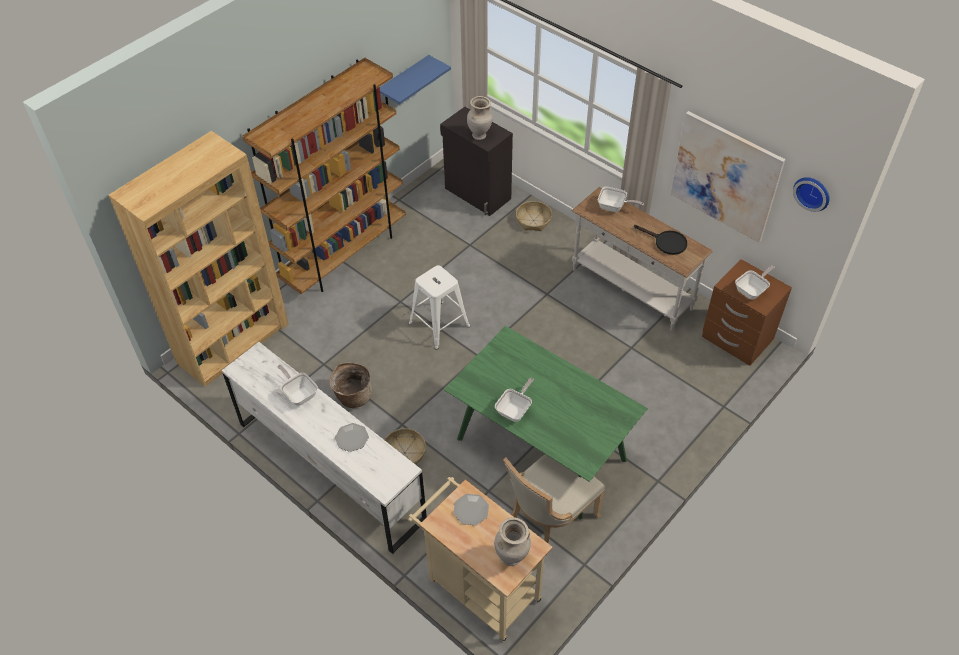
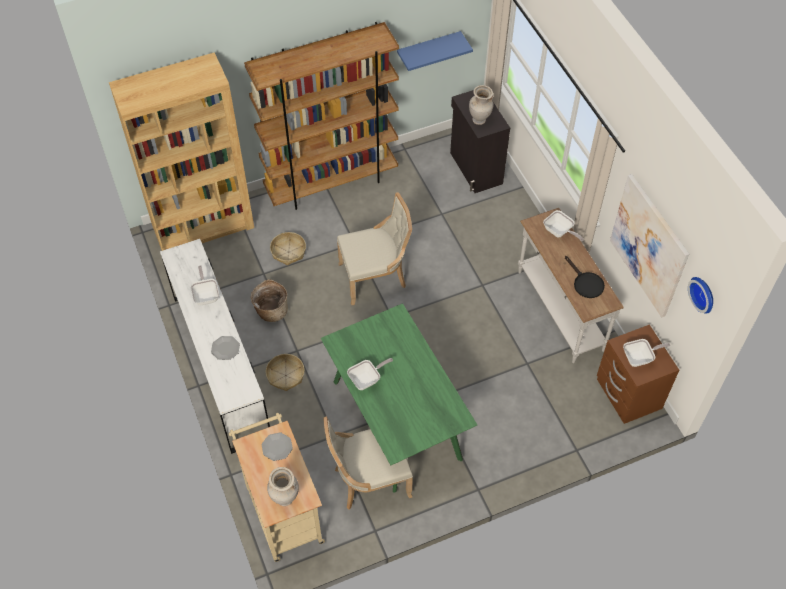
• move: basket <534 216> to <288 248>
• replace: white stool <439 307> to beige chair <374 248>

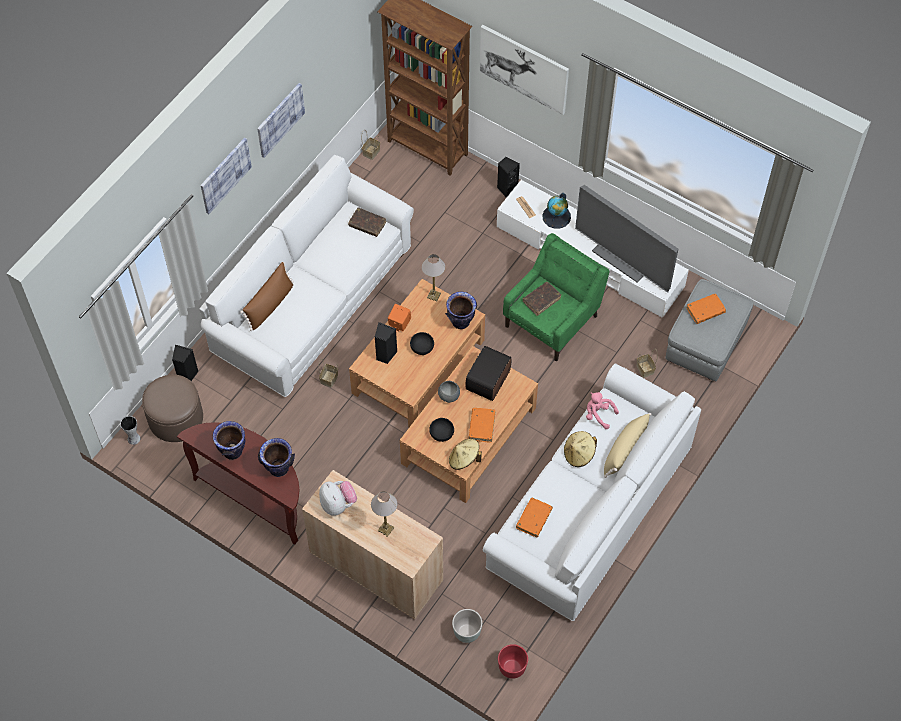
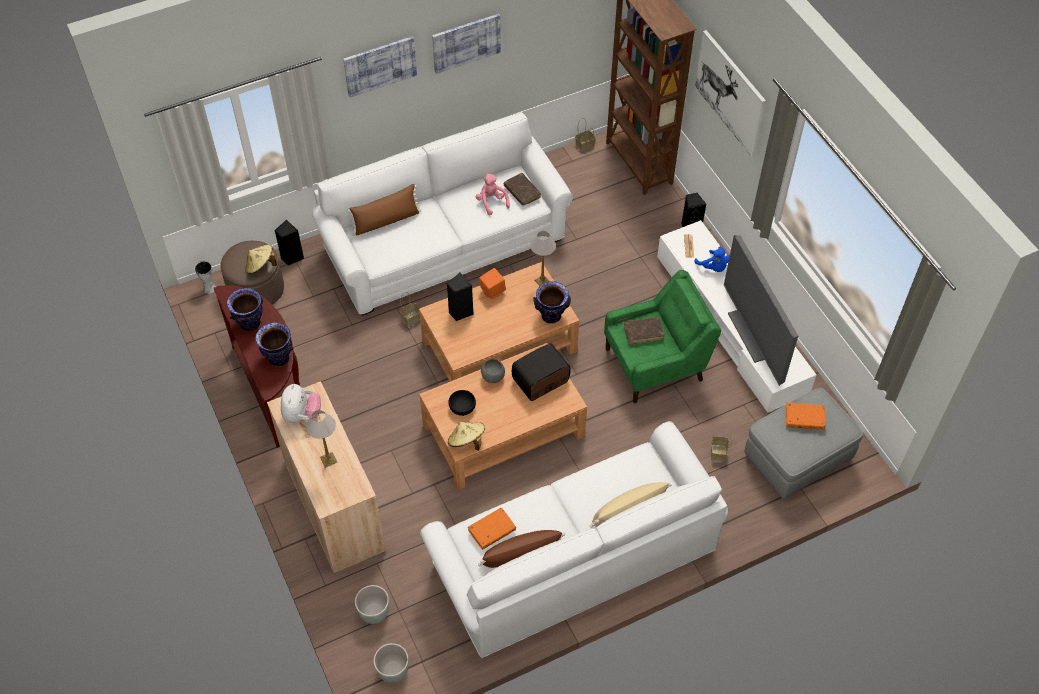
• replace: globe <556 211> to blue plush toy <712 259>
• delete: black bowl <422 343>
• move: pink plush toy <602 410> to <493 194>
• delete: orange book <482 425>
• move: beige hat <580 449> to <261 259>
• recolor: red planter <513 661> to grey planter <391 663>
• insert: brown pillow <521 549>

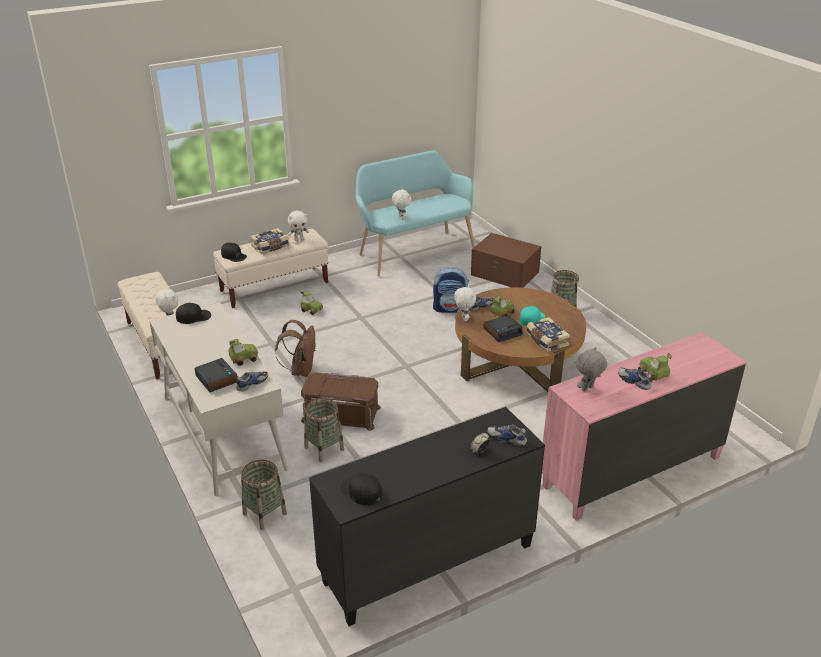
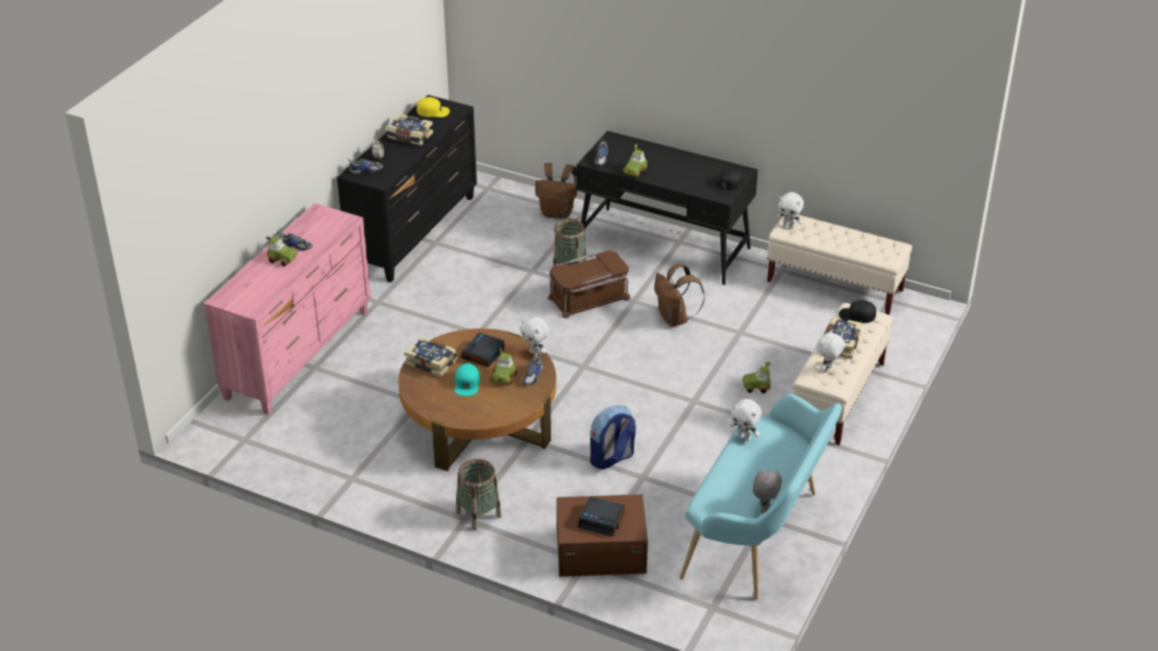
• recolor: white desk <218 399> to black desk <667 208>
• move: grey plush toy <591 369> to <767 491>
• move: alarm clock <216 375> to <601 516>
• replace: basket <264 495> to brown backpack <556 191>
• recolor: black cap <361 489> to yellow cap <433 107>
• insert: book <409 129>

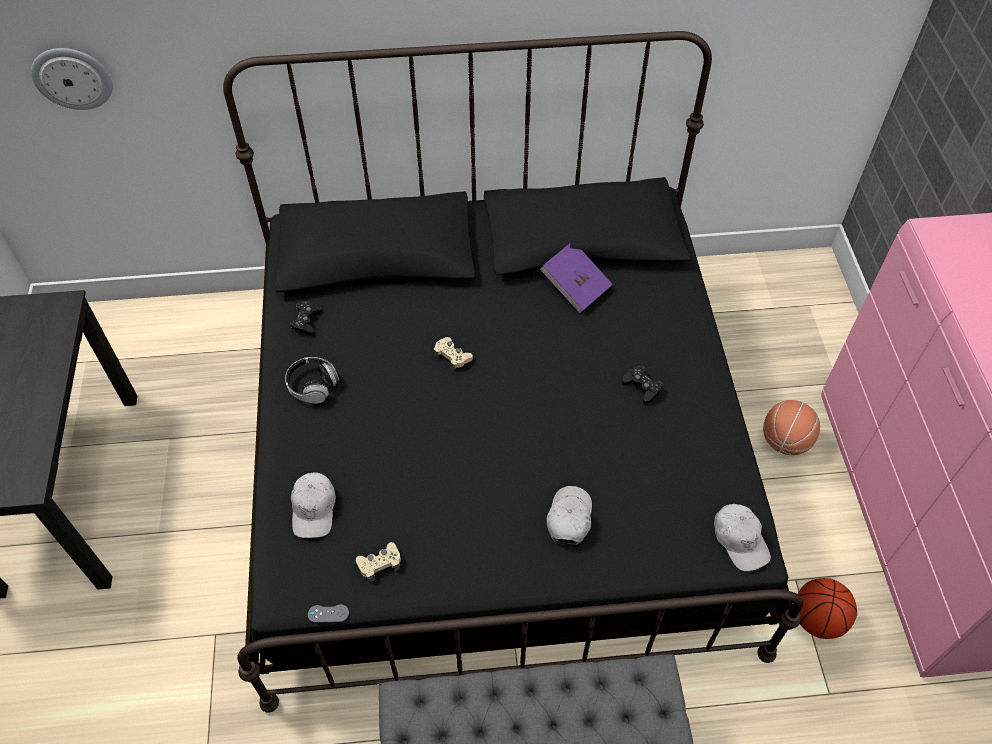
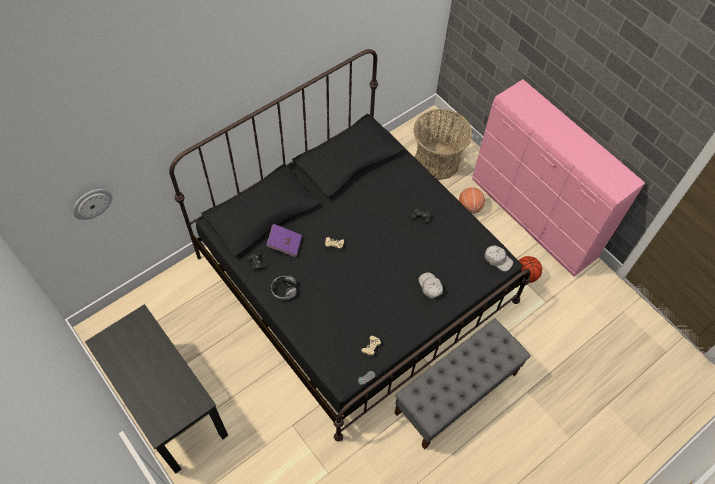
• move: purple book <576 278> to <284 240>
• delete: white cap <313 505>
• insert: basket <443 144>

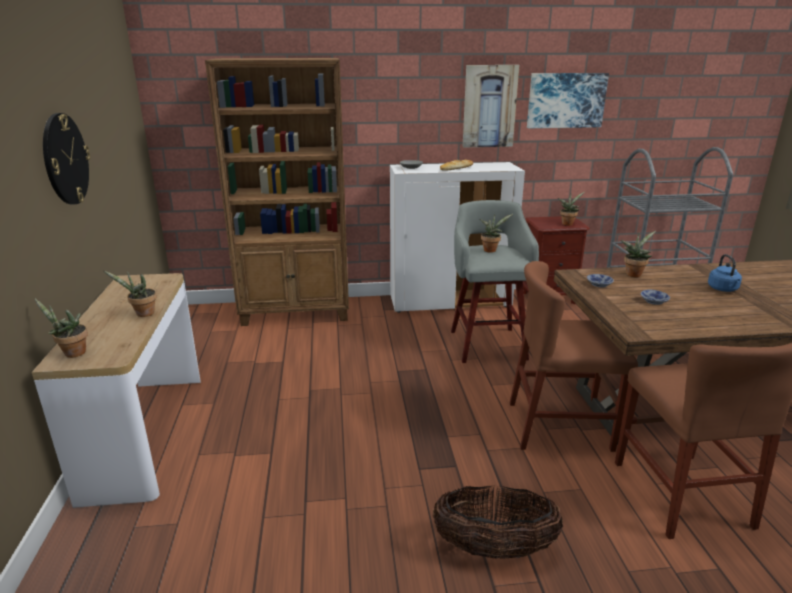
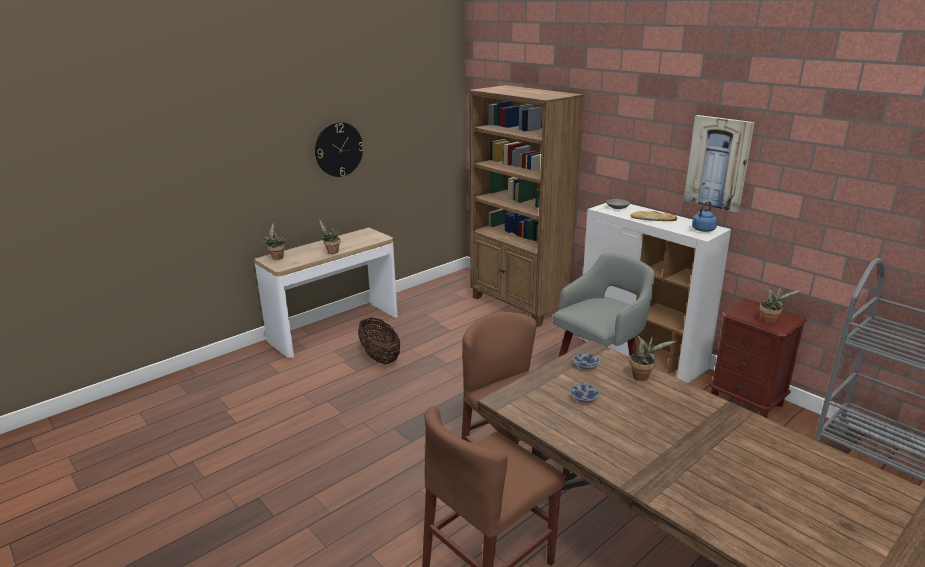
• delete: picture <568 100>
• delete: potted plant <496 233>
• move: blue kettle <725 273> to <704 216>
• move: basket <498 522> to <379 341>

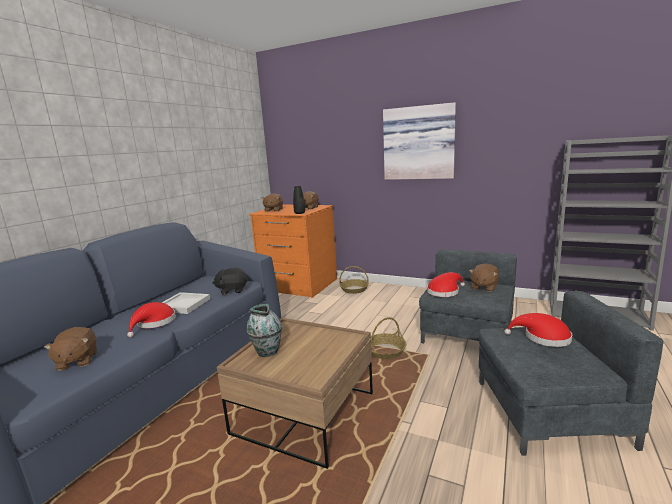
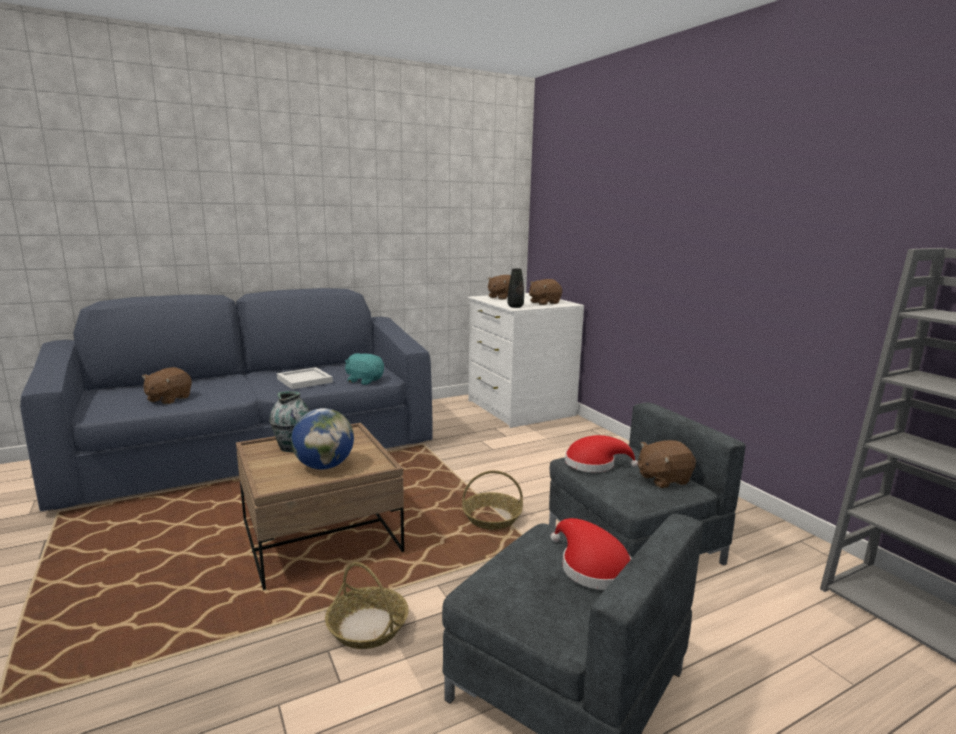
• delete: picture <419 141>
• recolor: orange dresser <293 251> to white dresser <526 360>
• move: basket <354 280> to <367 605>
• recolor: black plush toy <230 281> to turquoise plush toy <364 369>
• delete: red hat <151 319>
• insert: globe <322 438>

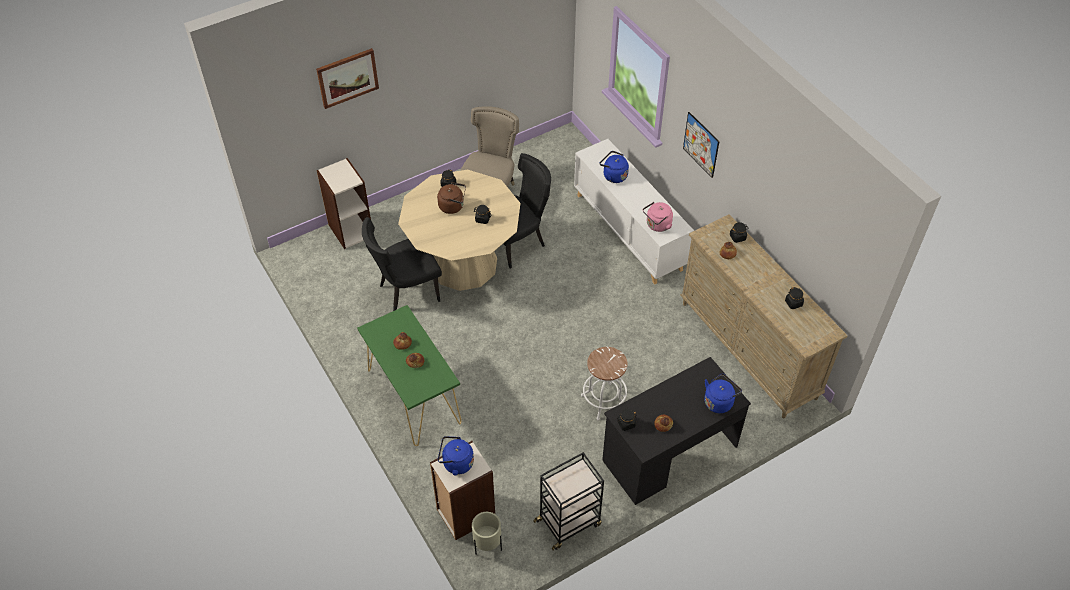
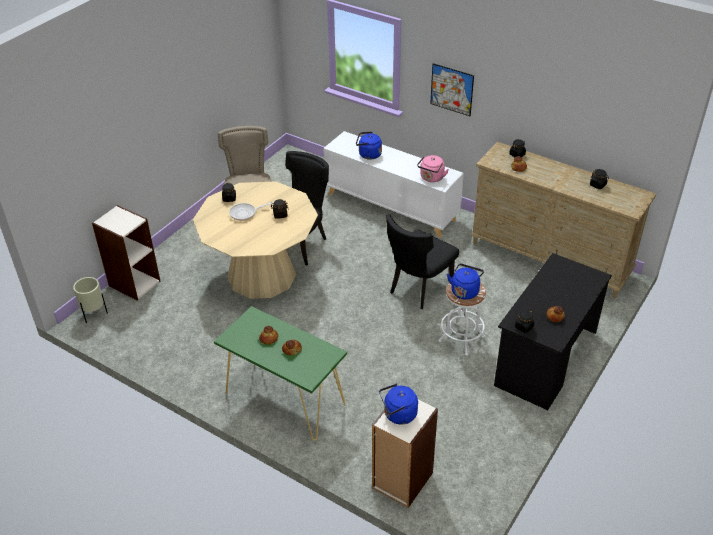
• delete: picture <347 78>
• replace: brown kettle <451 198> to frying pan <251 211>
• move: black chair <402 264> to <422 261>
• move: blue kettle <723 393> to <465 282>
• delete: black cart <568 501>
• move: beige planter <487 533> to <90 300>

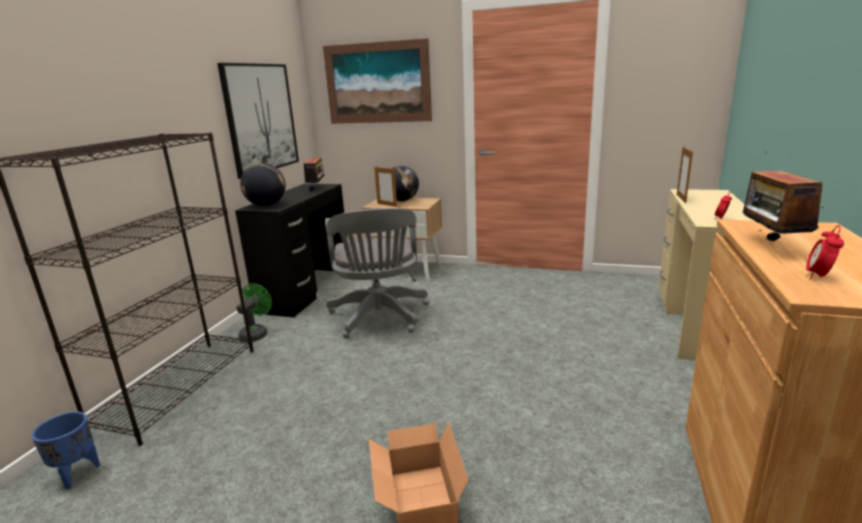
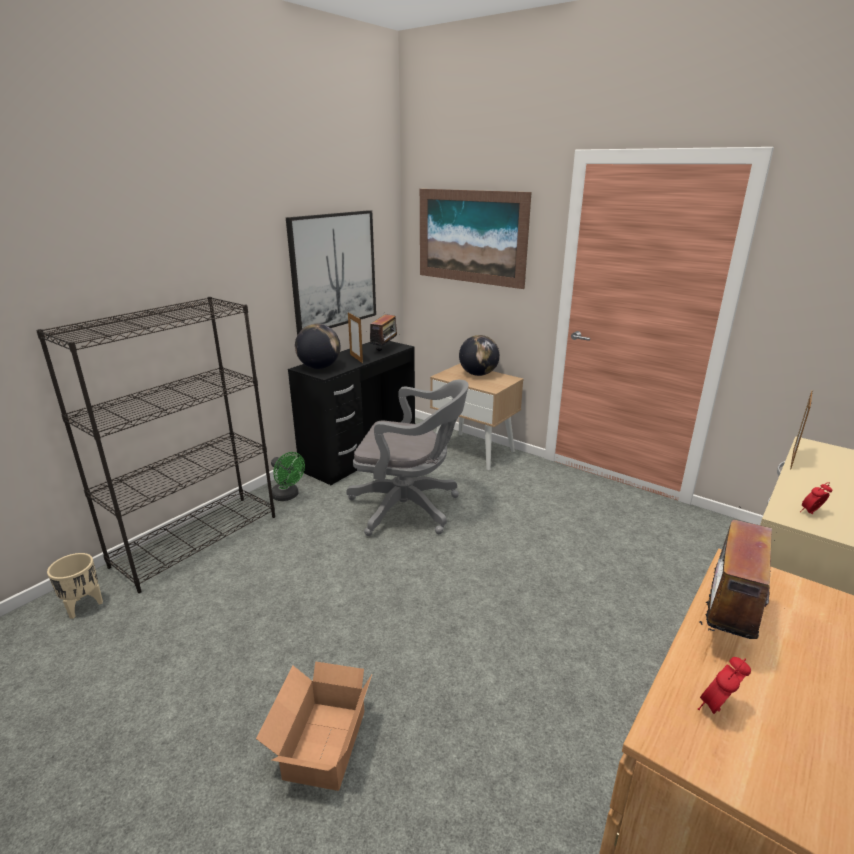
• move: picture frame <385 187> to <355 337>
• rotate: grey office chair <377 273> = <407 458> 90 degrees counterclockwise
• rotate: green fan <254 312> = <288 476> 90 degrees clockwise
• recolor: blue planter <66 450> to beige planter <75 586>

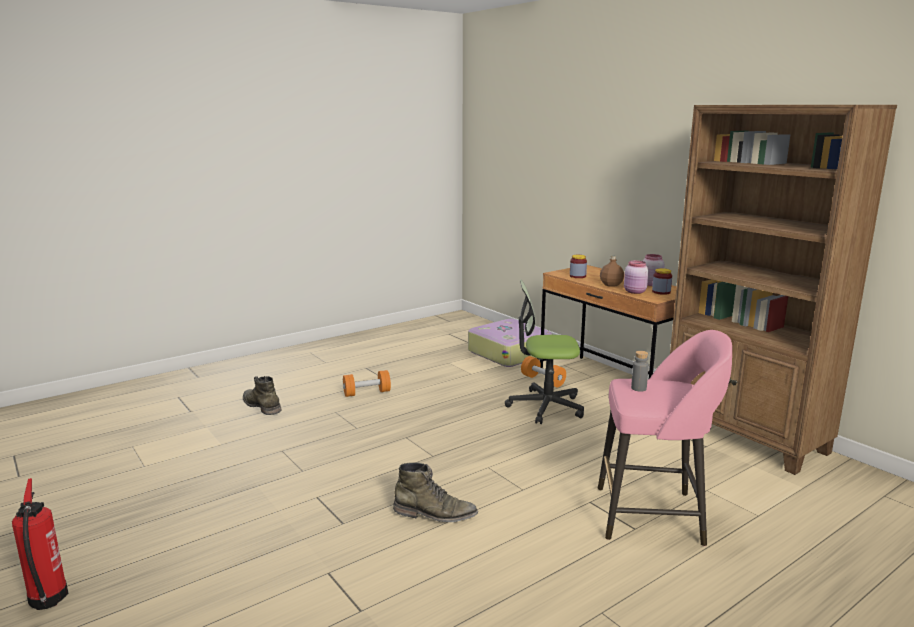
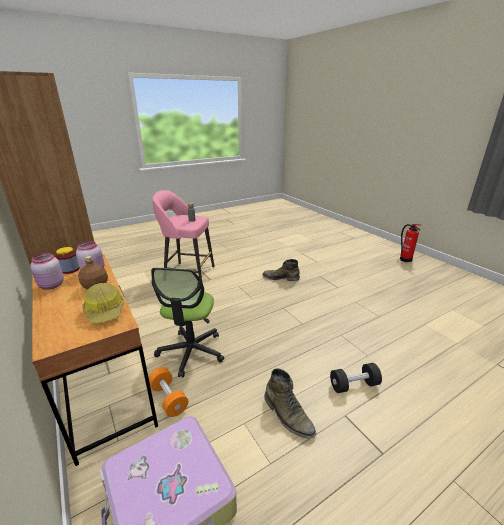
• replace: jar <578 266> to hard hat <103 303>
• rotate: office chair <544 352> = <187 322> 90 degrees clockwise
• recolor: orange dumbbell <367 383> to black dumbbell <356 378>
• move: green boot <262 395> to <290 403>

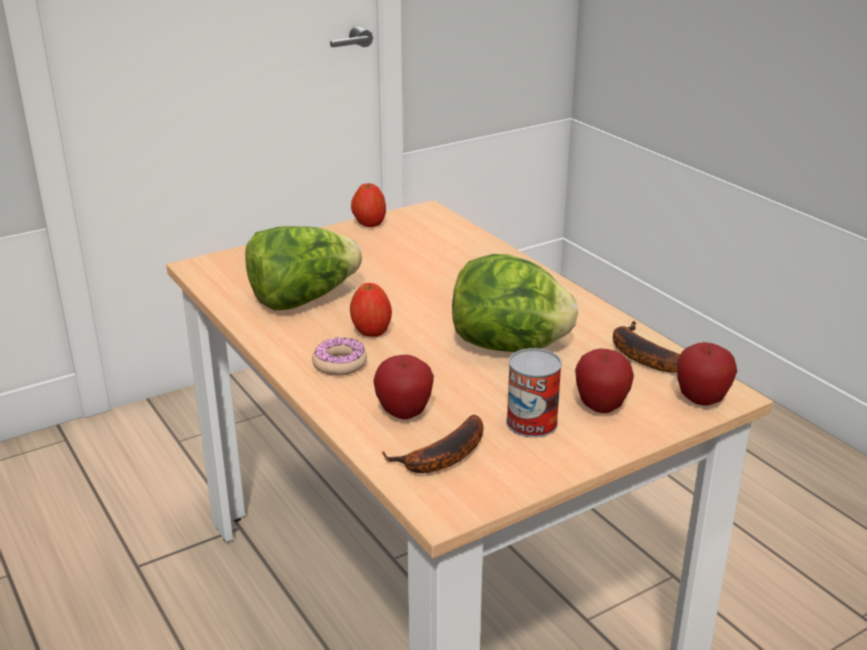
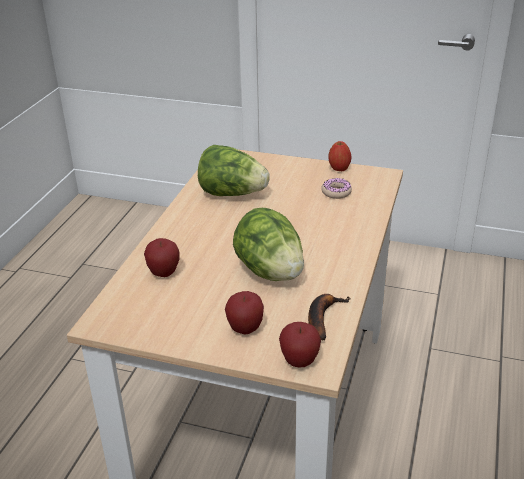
• delete: apple <371 310>
• move: donut <339 356> to <336 188>
• delete: can <534 393>
• delete: banana <432 444>

